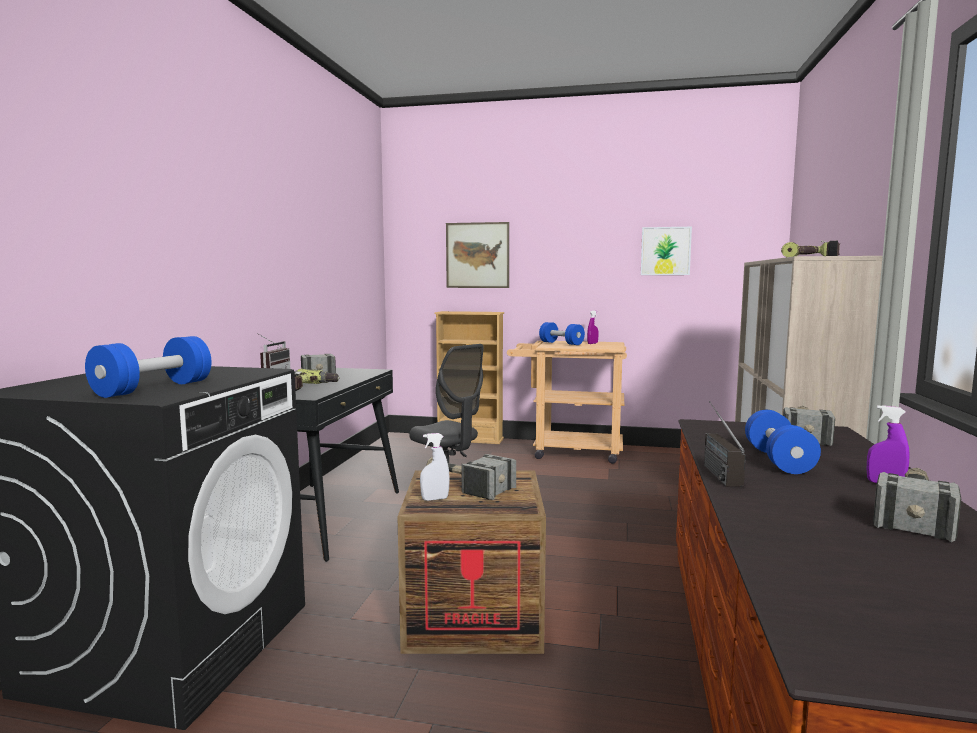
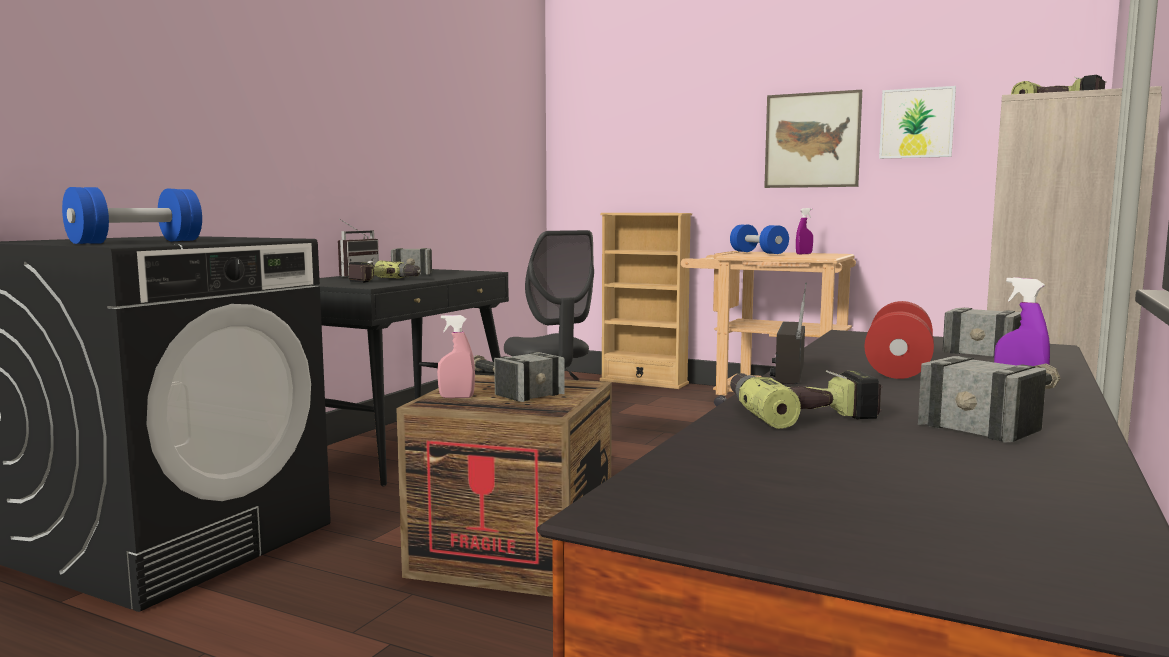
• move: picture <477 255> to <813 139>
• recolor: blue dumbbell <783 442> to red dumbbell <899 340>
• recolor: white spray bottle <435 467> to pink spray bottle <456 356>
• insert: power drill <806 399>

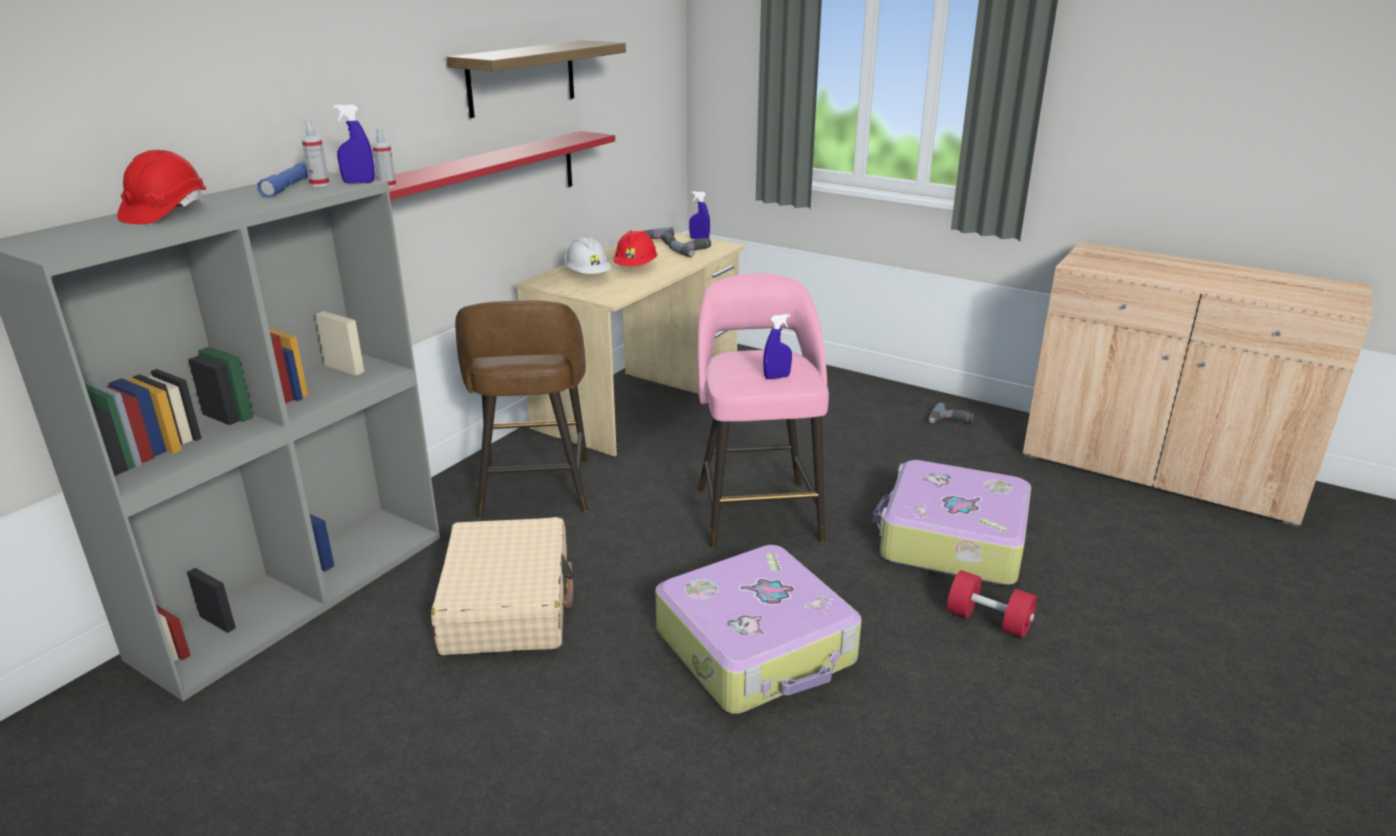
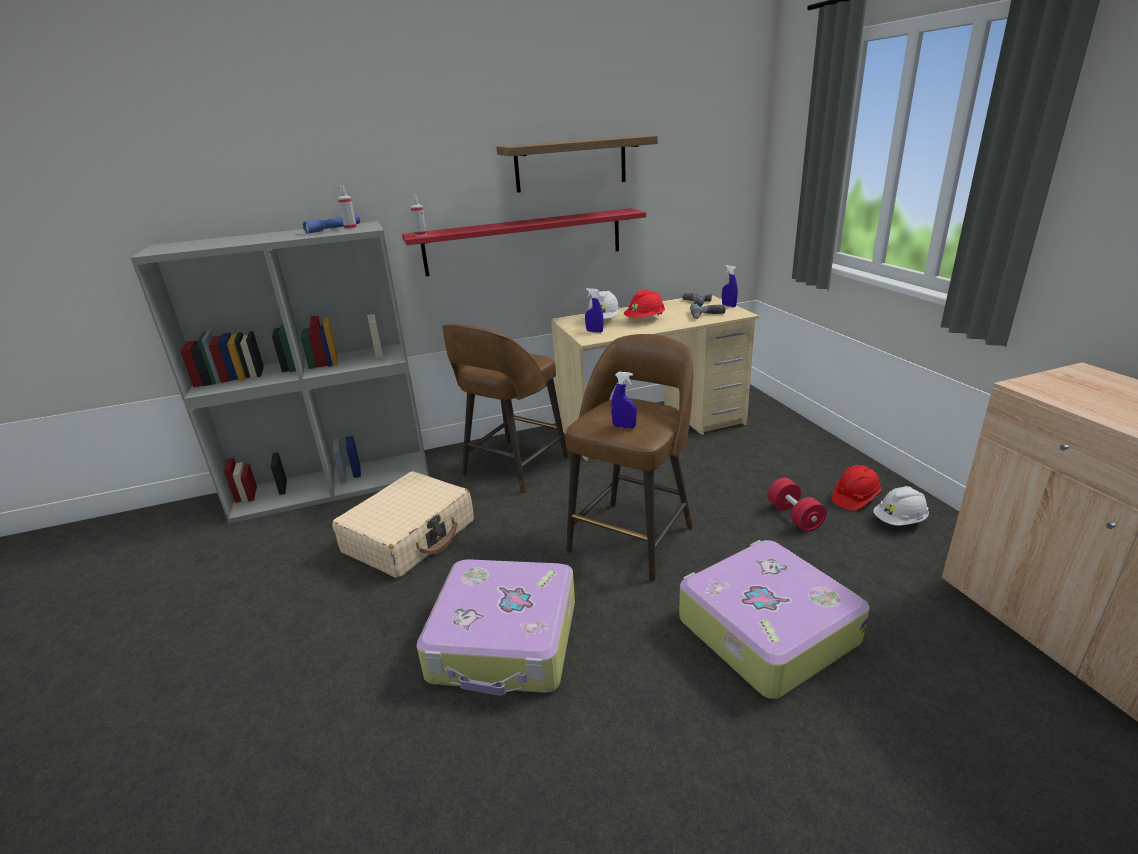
• move: blue spray bottle <354 144> to <594 310>
• move: red hard hat <161 187> to <856 488>
• recolor: pink stool <763 411> to brown stool <629 458>
• replace: power drill <951 413> to white hard hat <901 506>
• move: red dumbbell <992 604> to <797 505>

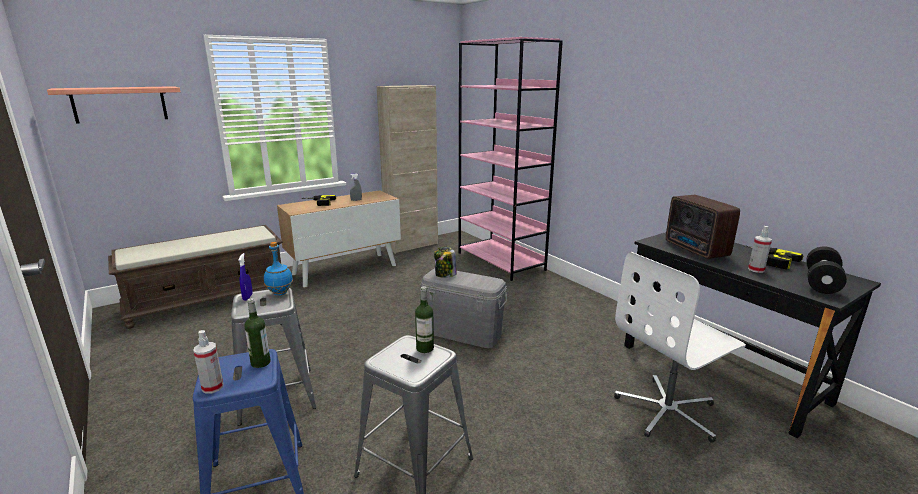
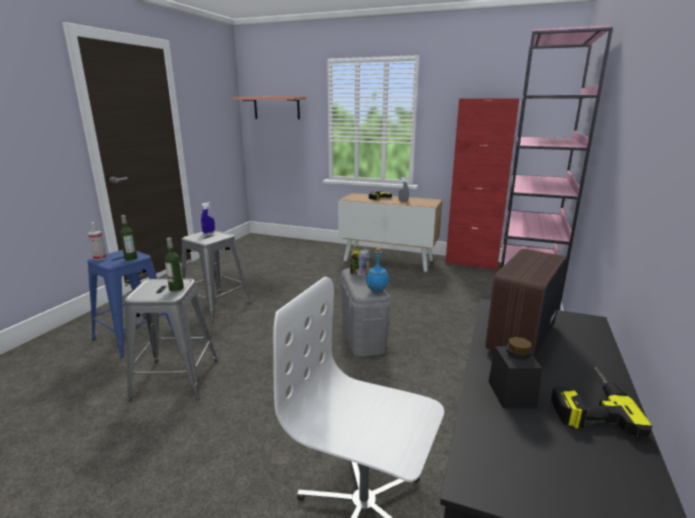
• recolor: beige cabinet <407 169> to red cabinet <482 184>
• delete: brown bench <195 277>
• replace: spray bottle <760 249> to black jar <515 372>
• move: blue bottle <278 269> to <377 271>
• delete: black dumbbell <827 270>

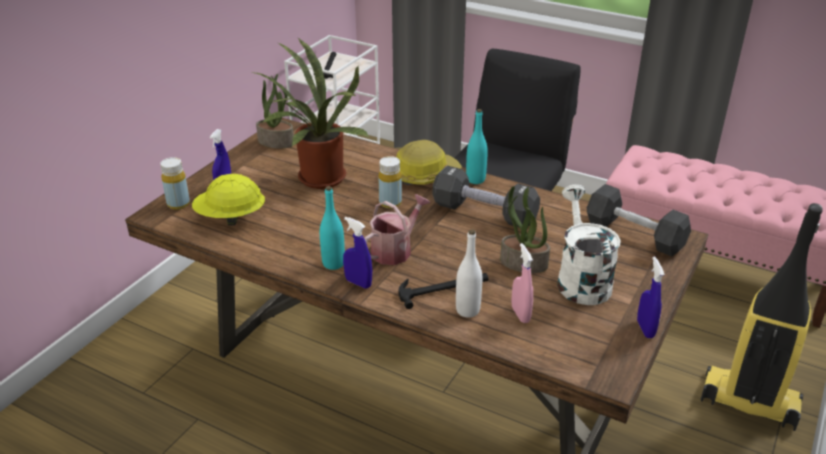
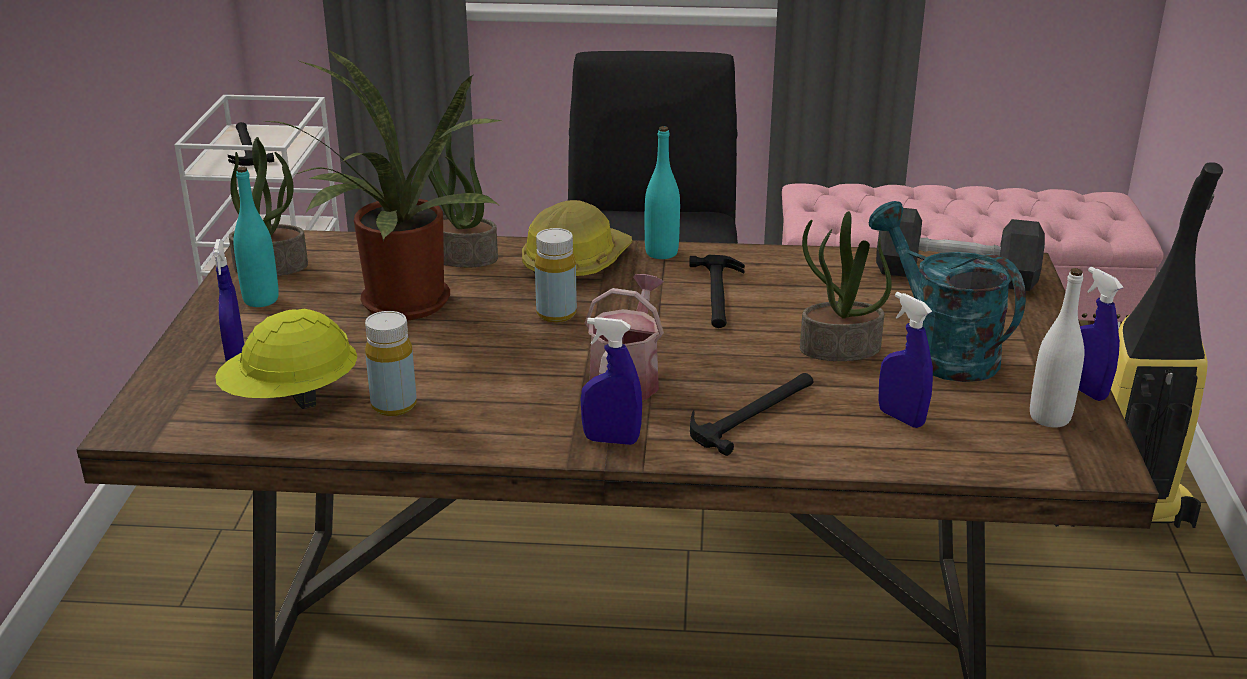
• move: yellow bottle <175 183> to <391 363>
• replace: black dumbbell <486 196> to hammer <717 291>
• recolor: white watering can <589 245> to turquoise watering can <947 291>
• move: turquoise bottle <332 228> to <256 237>
• move: white bottle <469 273> to <1057 348>
• recolor: pink spray bottle <522 283> to blue spray bottle <905 360>
• insert: potted plant <463 200>

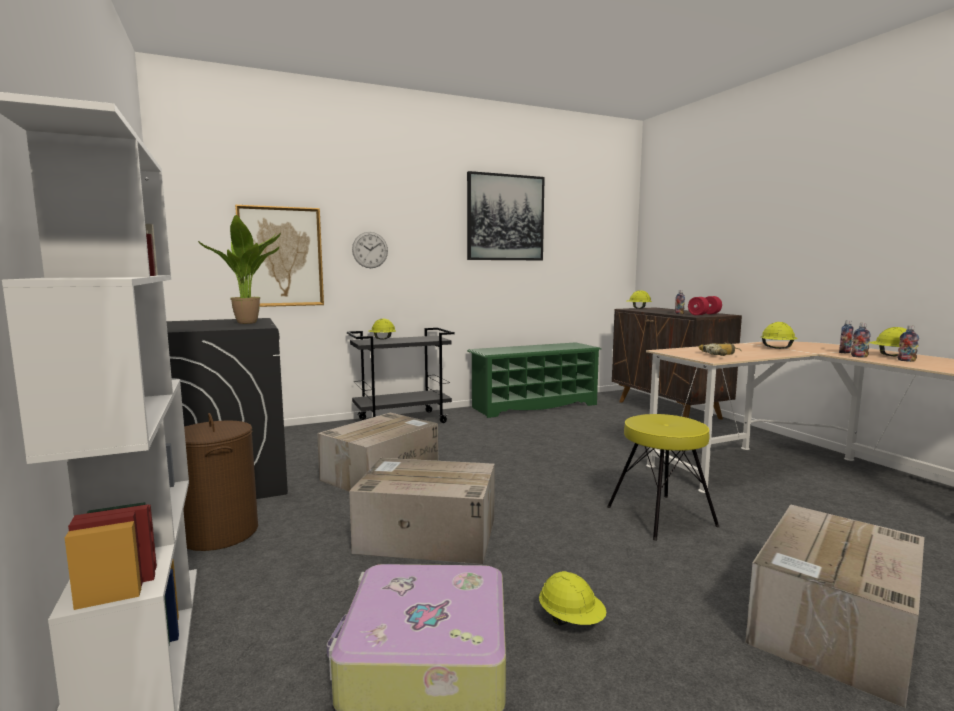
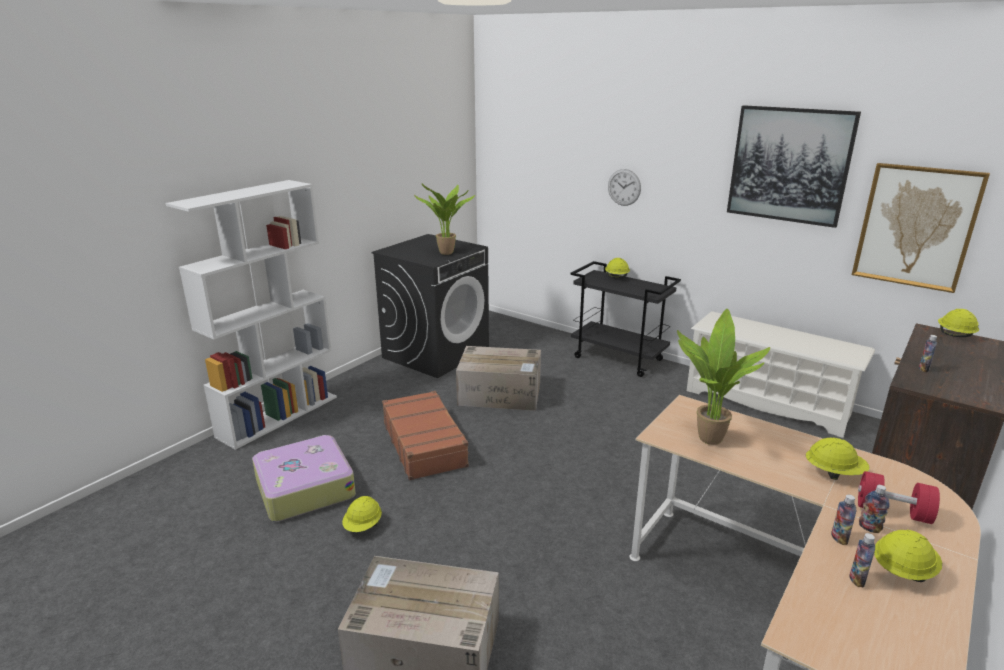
• move: picture <279 256> to <921 228>
• move: red dumbbell <705 305> to <899 497>
• recolor: green shoe rack <534 380> to white shoe rack <781 374>
• replace: power drill <720 349> to potted plant <723 377>
• delete: brown laundry basket <220 482>
• delete: yellow stool <663 477>
• replace: cardboard box <422 511> to brown suitcase <425 435>

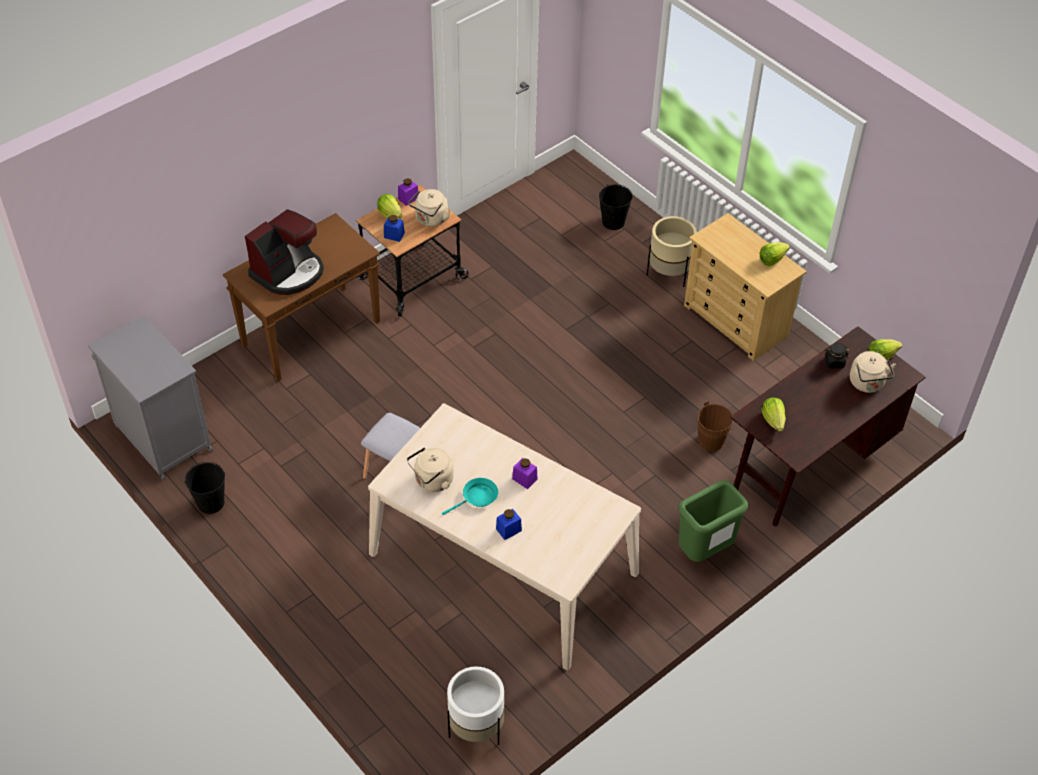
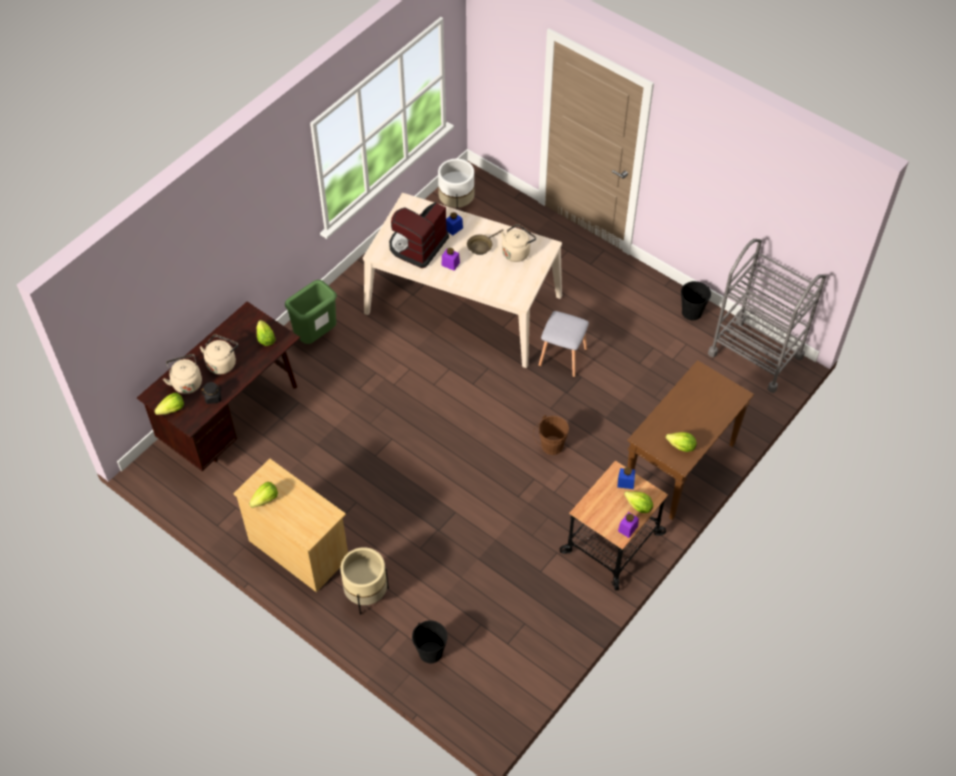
• move: beige kettle <430 208> to <219 354>
• move: coffee machine <284 252> to <419 235>
• replace: grey cabinet <150 397> to grey cart <767 316>
• move: brown bucket <718 426> to <551 435>
• recolor: turquoise frying pan <470 496> to brown frying pan <485 242>
• insert: lettuce <681 442>

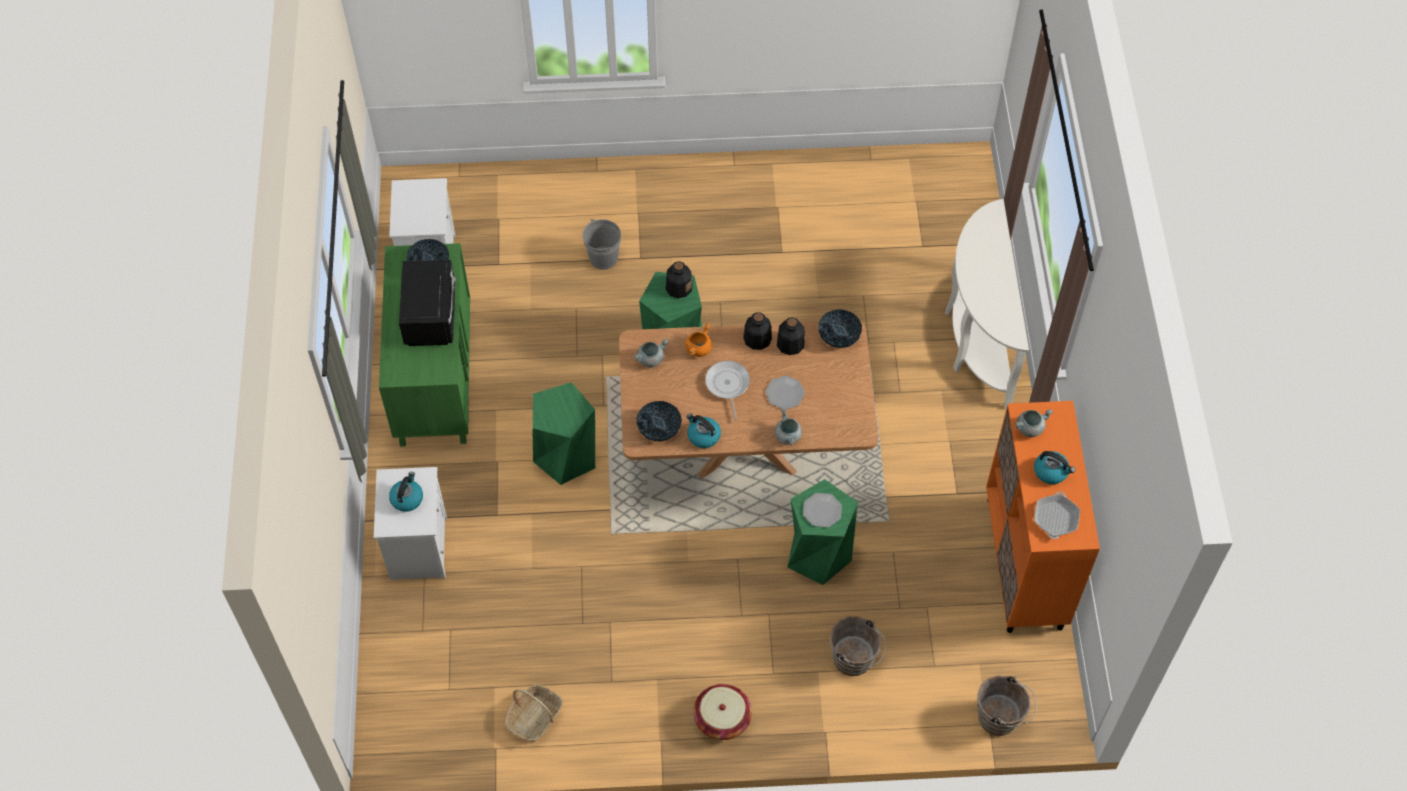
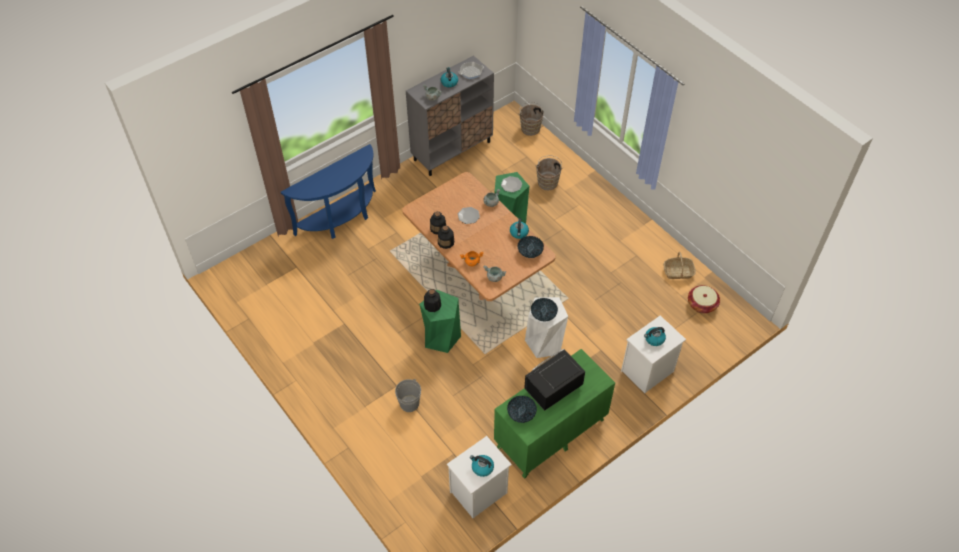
• recolor: white console table <987 304> to blue console table <328 191>
• move: bowl <840 328> to <544 309>
• delete: frying pan <727 391>
• recolor: green stool <563 433> to white stool <546 327>
• recolor: orange cabinet <1043 517> to grey cabinet <450 115>
• move: basket <722 712> to <704 299>
• insert: kettle <482 466>

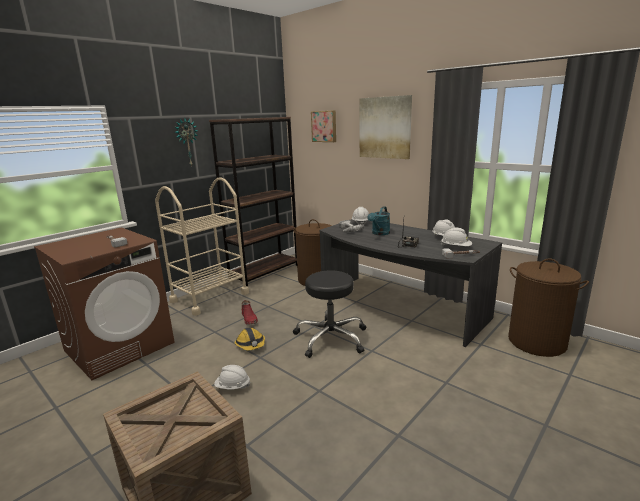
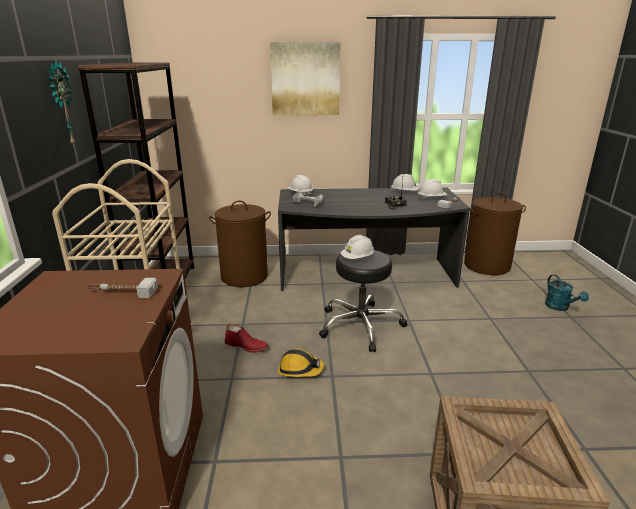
• delete: picture <323 126>
• move: turquoise watering can <379 220> to <567 293>
• move: white hard hat <232 377> to <357 247>

